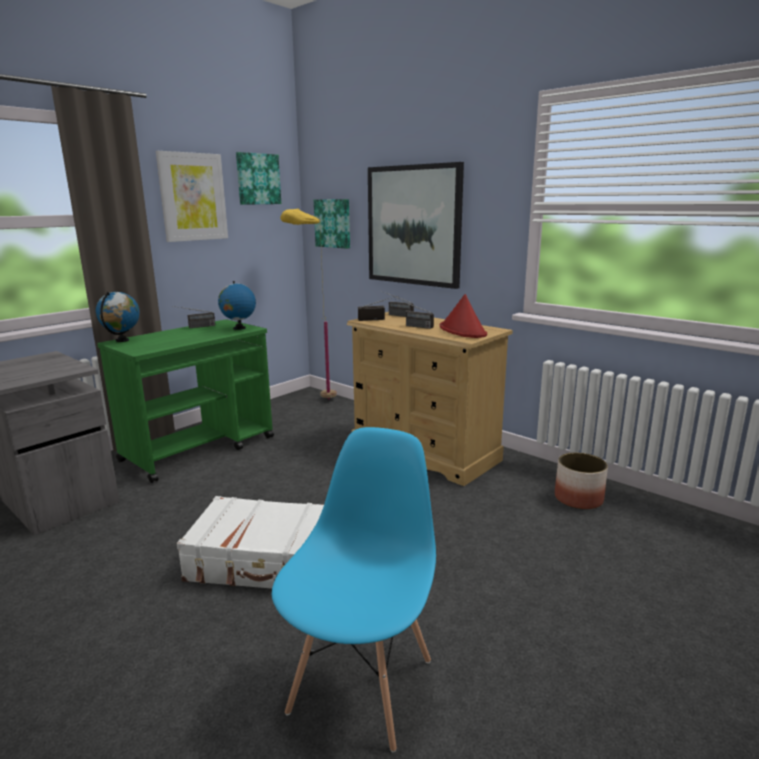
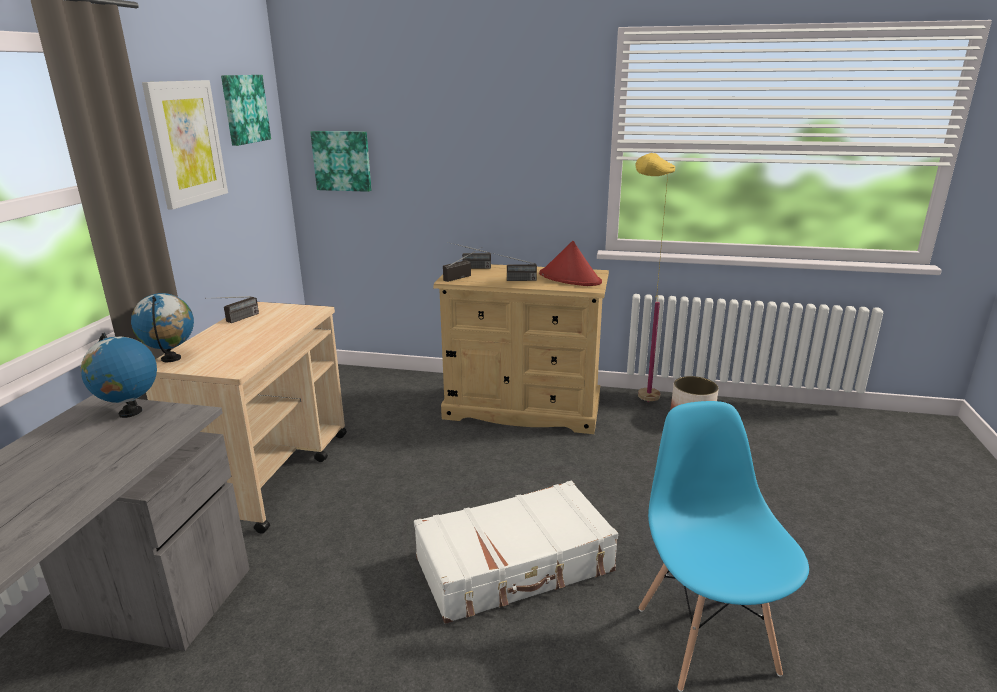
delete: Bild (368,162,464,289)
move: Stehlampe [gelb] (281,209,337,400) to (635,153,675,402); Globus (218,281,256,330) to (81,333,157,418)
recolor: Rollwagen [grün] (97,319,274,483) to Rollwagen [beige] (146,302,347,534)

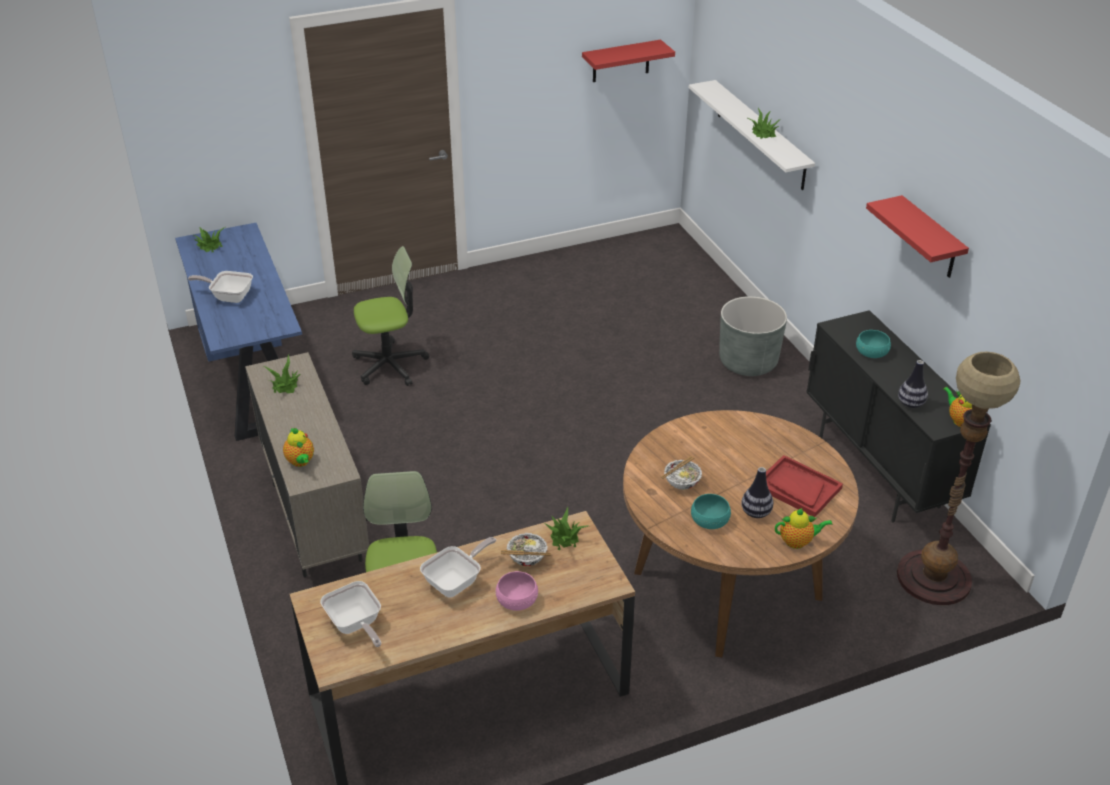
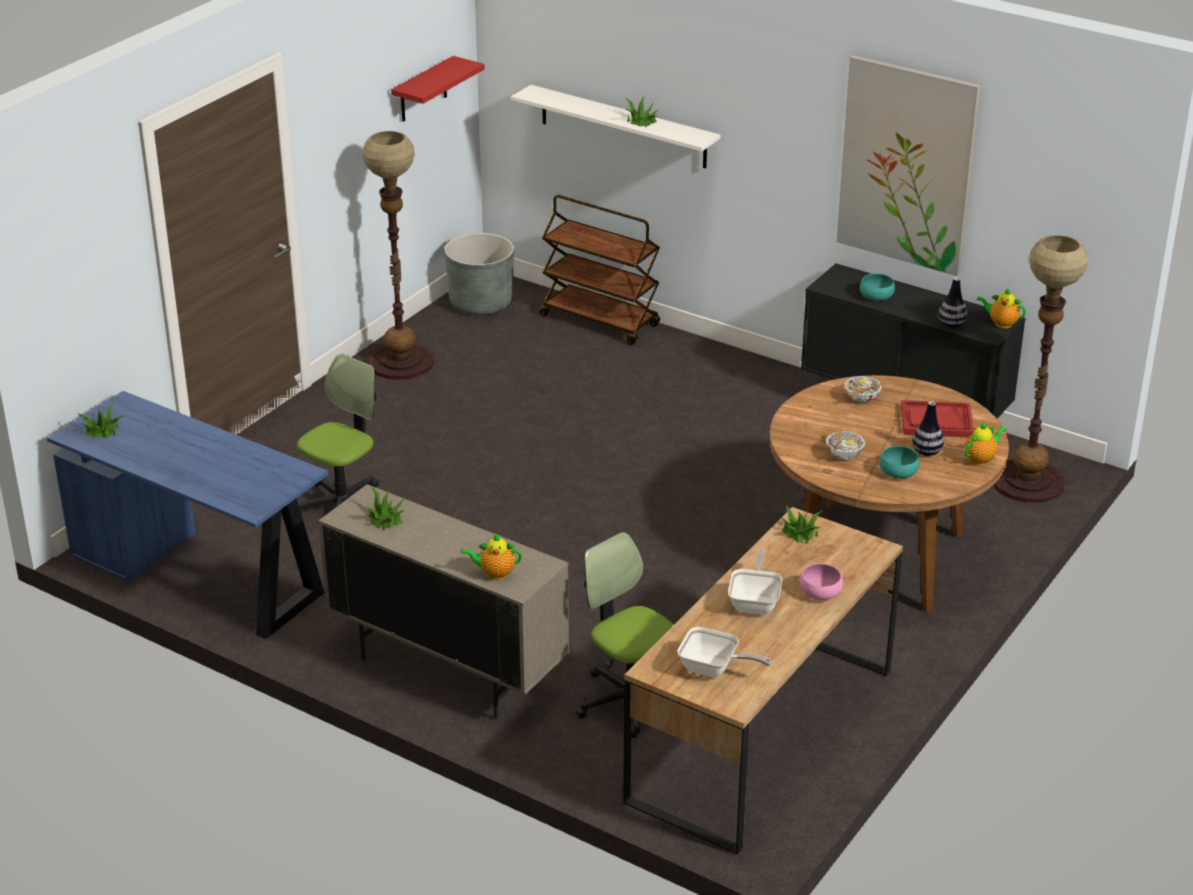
delete: Pfanne (188,271,253,303)
insert: Stehlampe (362,131,434,380); Rollwagen [braun] (540,195,660,345)
move: Pflanzkübel [grau] (719,296,787,376) to (445,233,514,315); Schüssel (501,533,551,566) to (844,376,887,403)
replace: Wandregal [rot] (866,195,969,278) to Bild (837,55,981,276)
rotate: Teekanne (283,428,314,467) = (461,533,522,580) 150 degrees clockwise

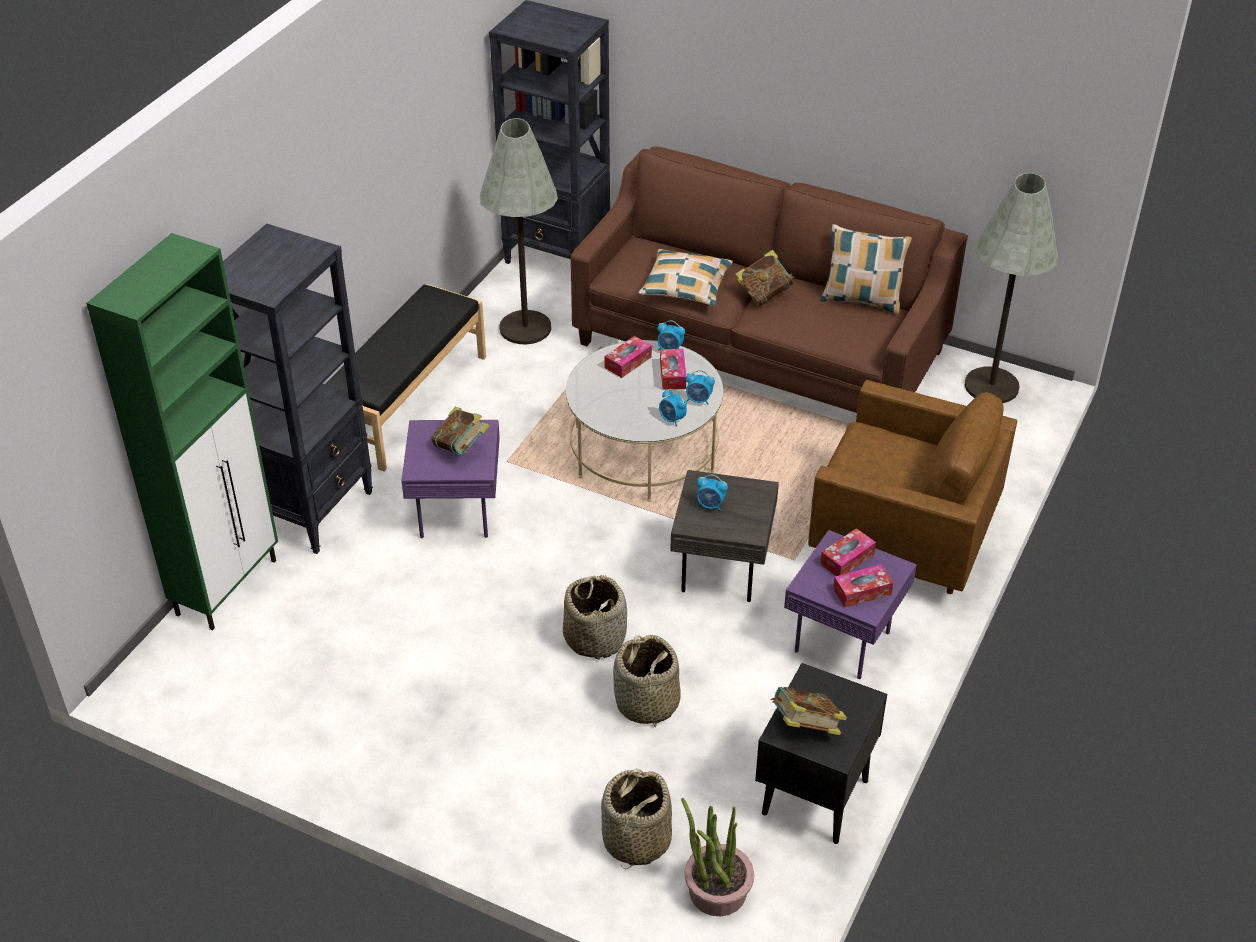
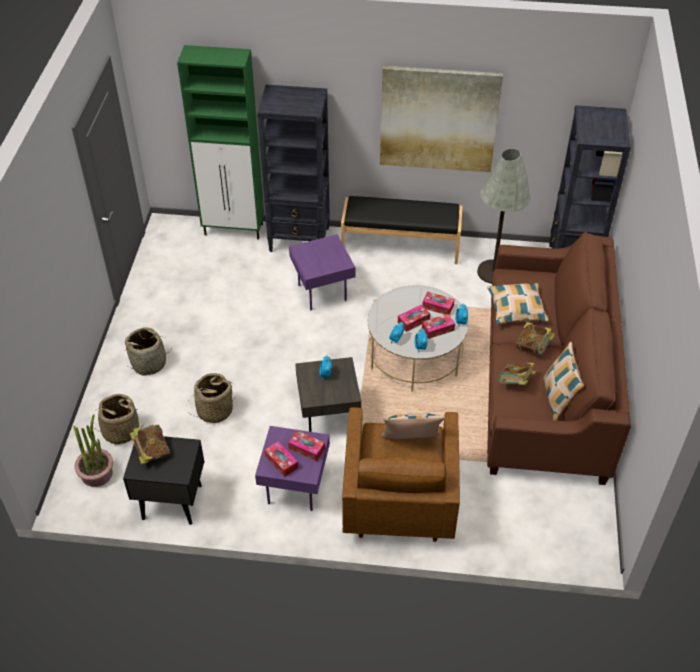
delete: Stehlampe [grau] (965,173,1058,403)
insert: Bild (380,66,503,172); Taschentuchbox (398,305,430,332); Kissen (381,413,445,439)
move: Buch (431,407,490,455) to (498,363,536,385); Korb (563,575,627,660) to (125,327,171,376)

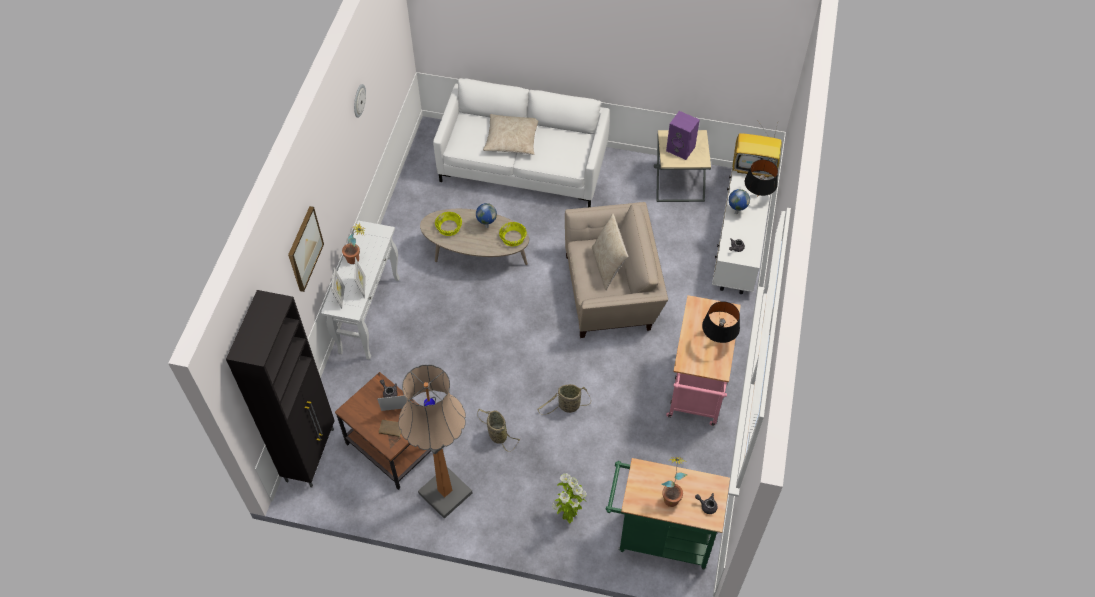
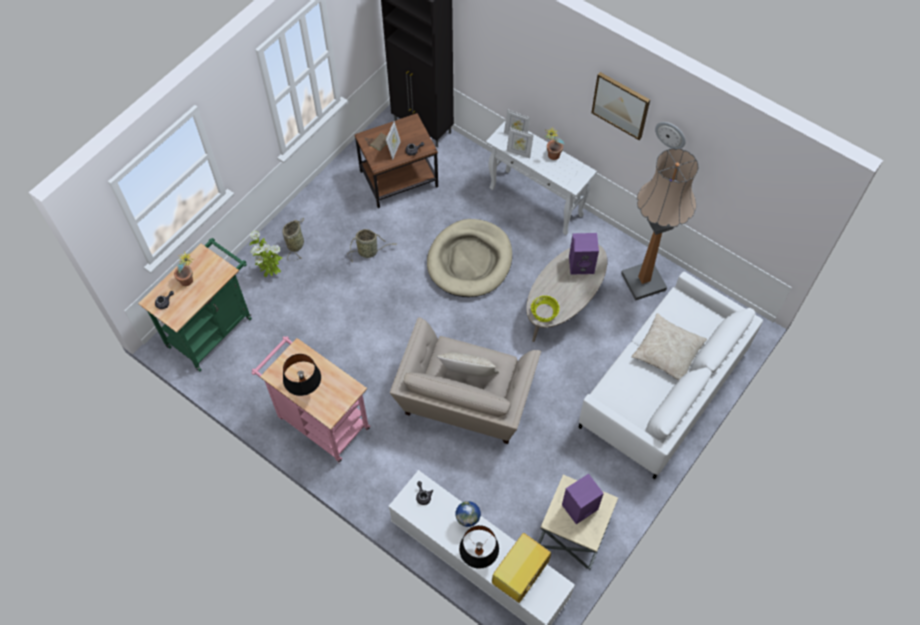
delete: Globus (476,203,497,228)
insert: Hundebett [beige] (427,219,512,297)
move: Bild (288,206,324,292) to (591,72,650,140); Stehlampe (399,365,472,519) to (621,148,698,301); Korb (537,384,591,415) to (282,218,304,261)
replace: Schüssel [gelb] (435,212,462,236) to Lautsprecher [lila] (569,233,599,275)

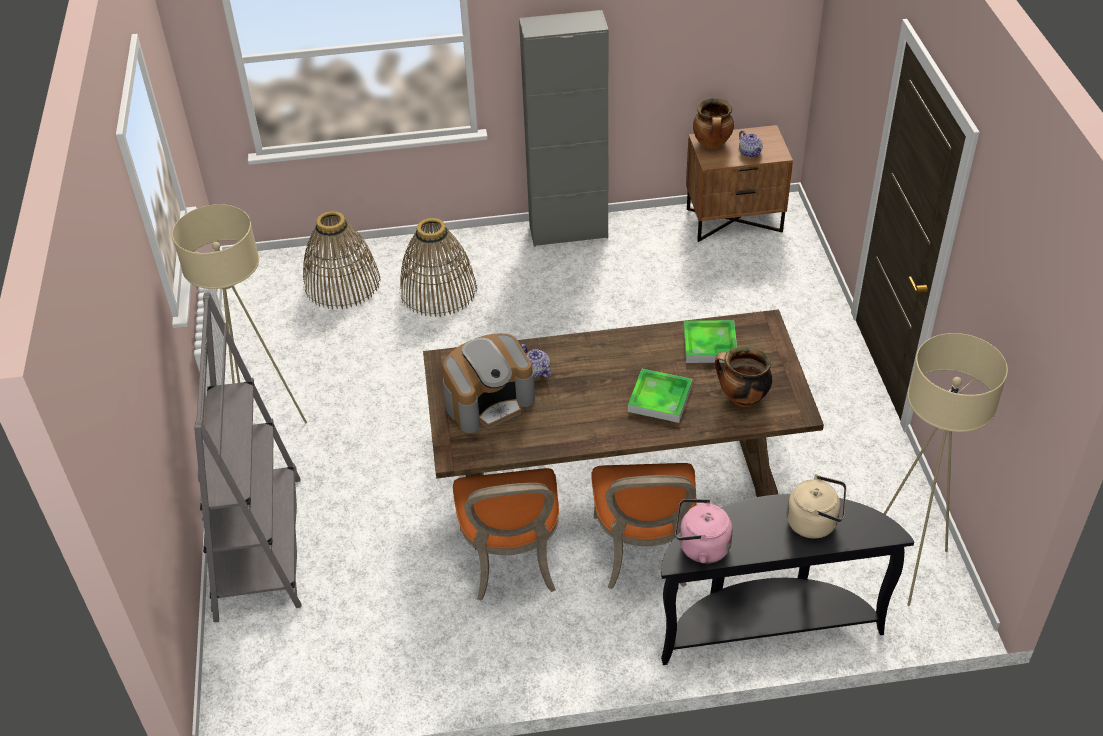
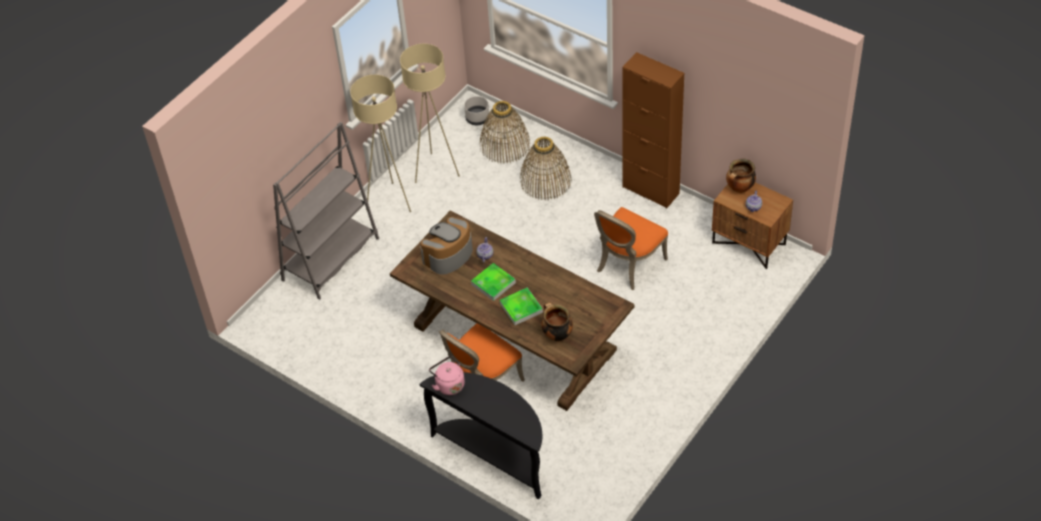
delete: Wasserkessel [beige] (787,474,846,538)
insert: Pflanzkübel [grau] (464,96,489,125)
move: Tablett (683,320,737,363) to (471,263,516,301); Stehlampe [beige] (883,333,1008,606) to (400,44,460,183); Stuhl [orange] (453,468,559,601) to (594,207,668,290)
recolor: Schrank [grau] (519,10,609,247) to Schrank [braun] (622,52,684,208)
rotate: Kaffeemaschine (442,333,535,433) = (420,217,473,274) 120 degrees clockwise

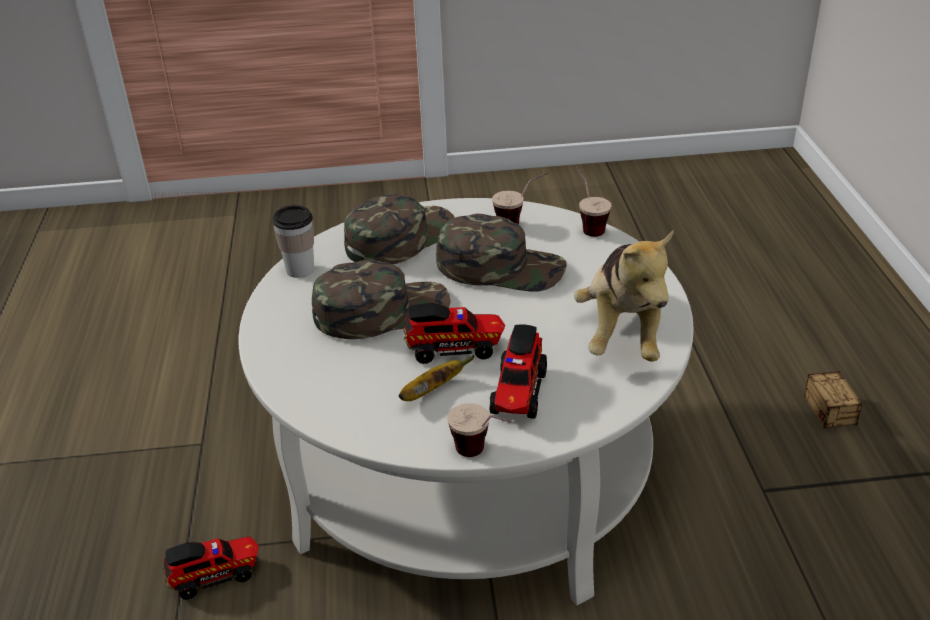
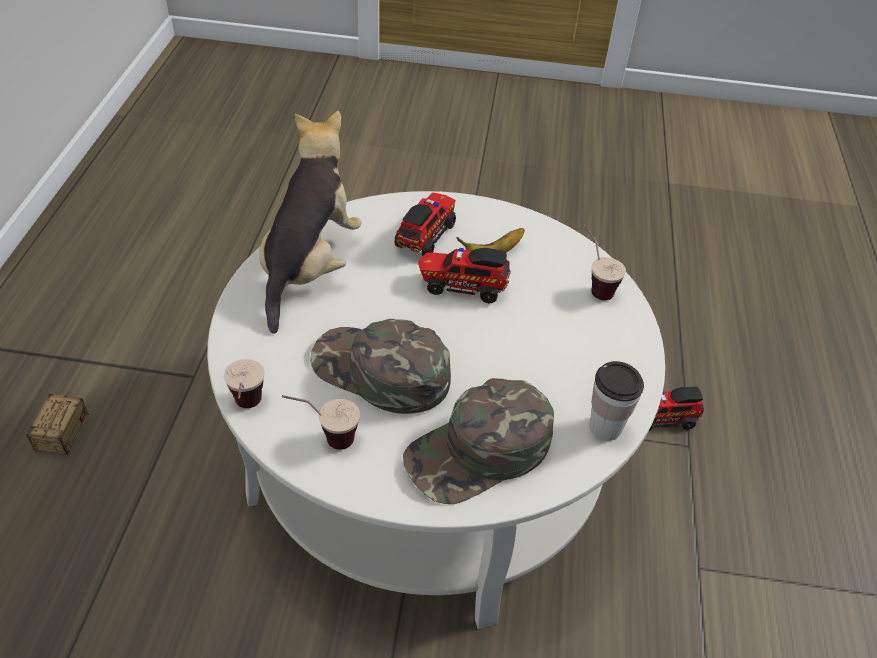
delete: Kappe [grün] (312,260,451,339)
move: Tasse (447,403,512,457) to (584,225,626,300)

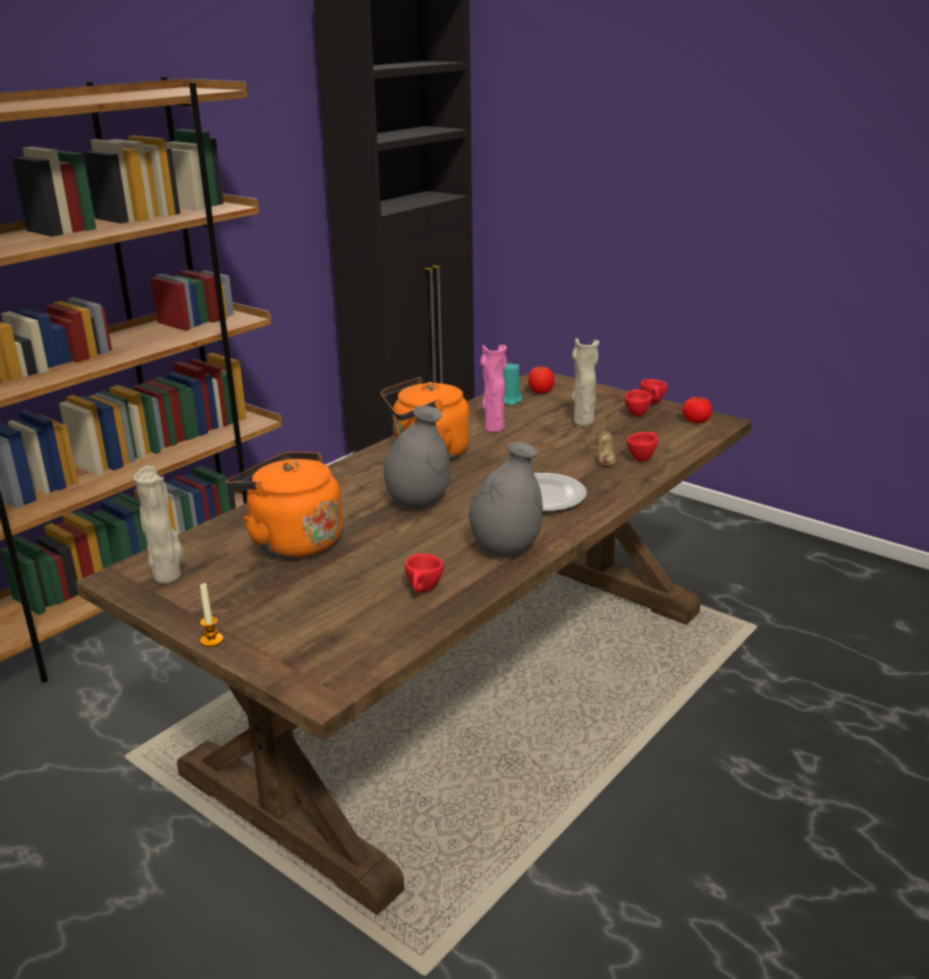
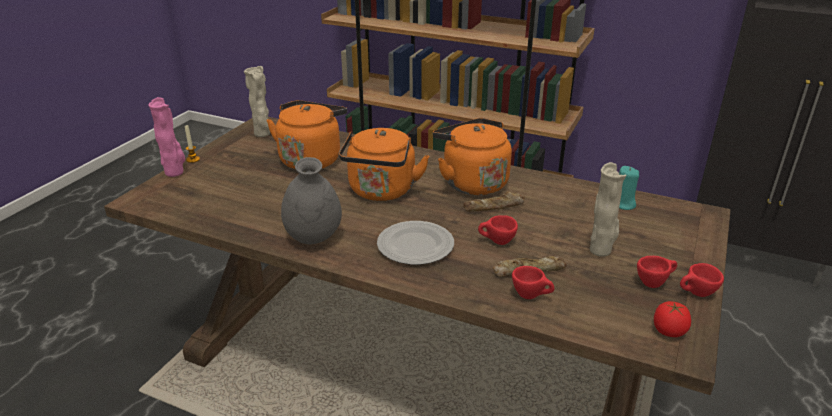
delete: Tomate (528,366,554,394)
insert: Brot (463,191,525,212)
move: Vase [rosa] (480,345,507,432) to (148,97,185,177); Tasse [rot] (405,554,443,593) to (478,215,518,245)
replace: Vase [grau] (384,405,450,509) to Wasserkessel [orange] (339,128,429,201)

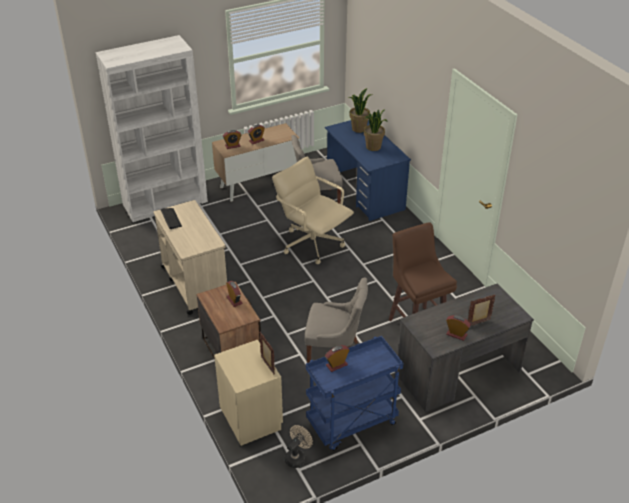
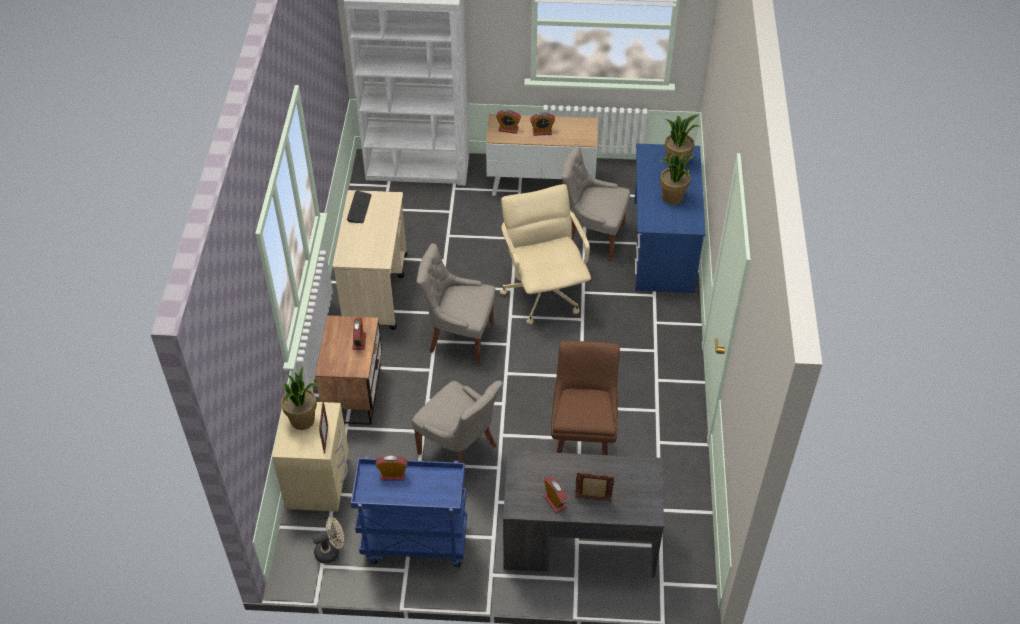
insert: Stuhl [grau] (417,243,496,364); Topfpflanze (281,366,319,430)

